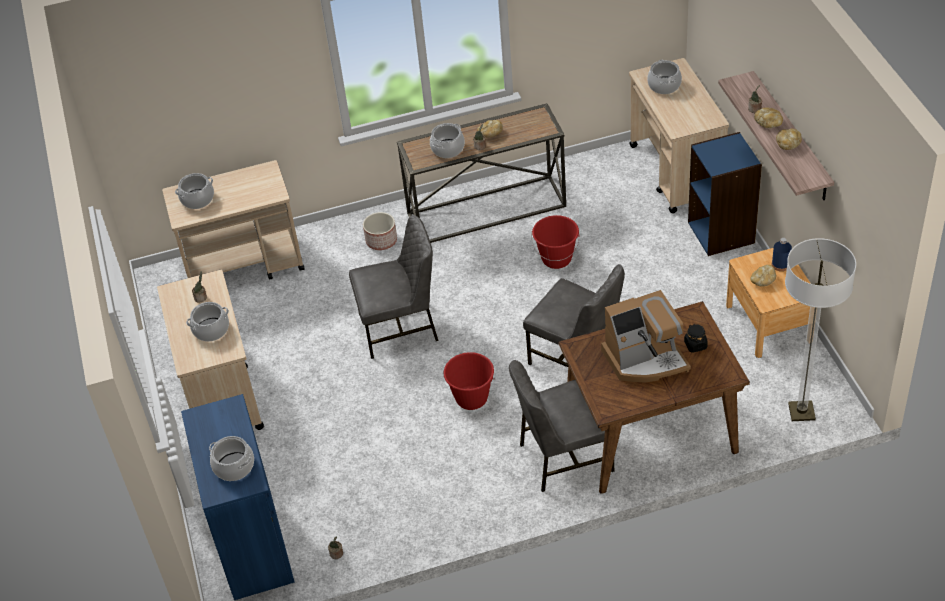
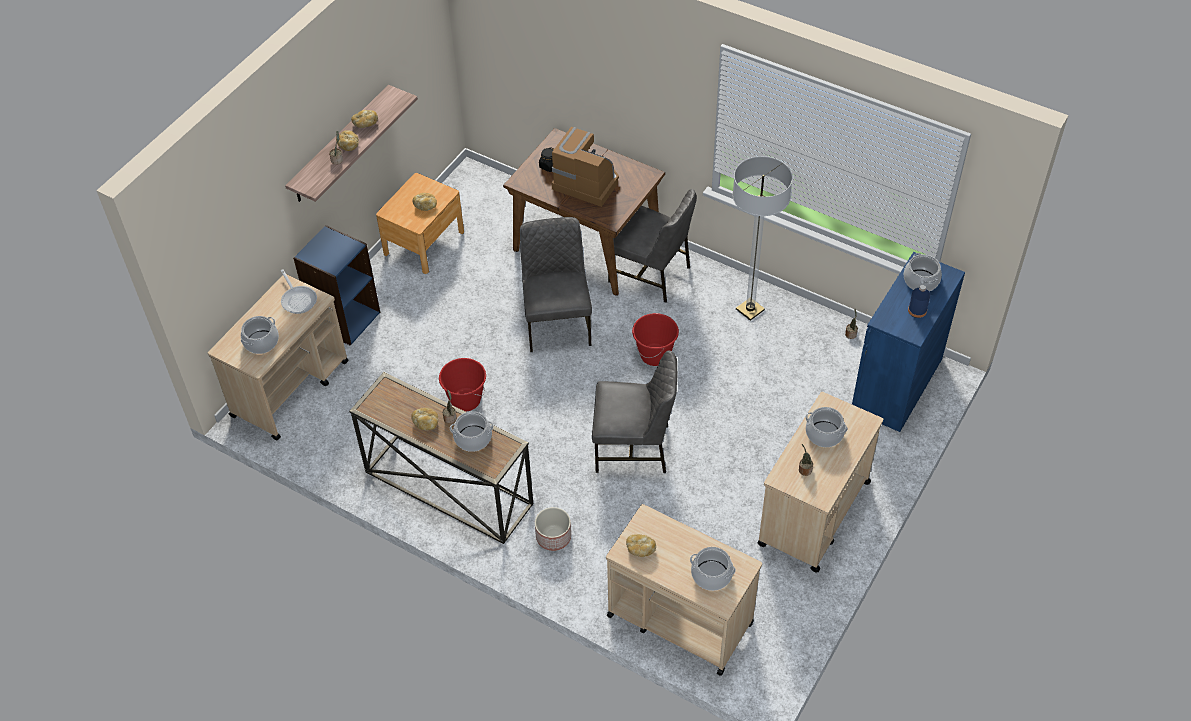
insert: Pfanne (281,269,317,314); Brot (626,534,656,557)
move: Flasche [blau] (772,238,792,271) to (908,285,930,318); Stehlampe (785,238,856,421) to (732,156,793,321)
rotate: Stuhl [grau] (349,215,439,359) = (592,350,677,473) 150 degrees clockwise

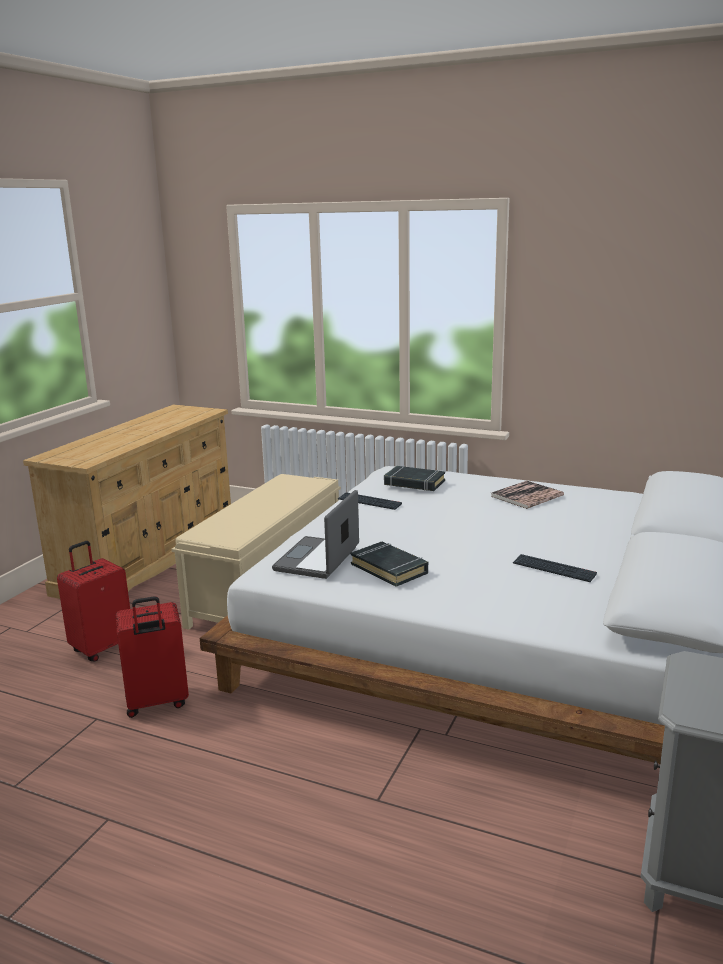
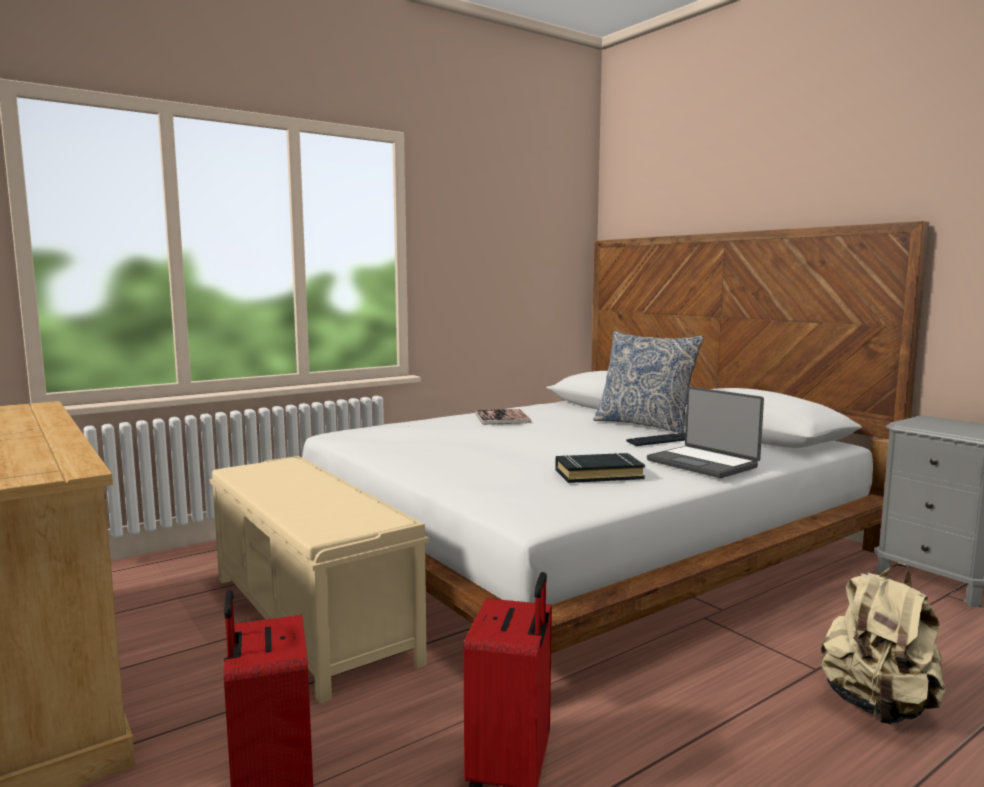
delete: Buch [schwarz] (384,466,445,491); Tastatur (338,492,402,510)
insert: Kissen (593,331,704,433); Rucksack [beige] (821,564,945,725)
move: Laptop (272,490,359,579) to (647,387,764,478)

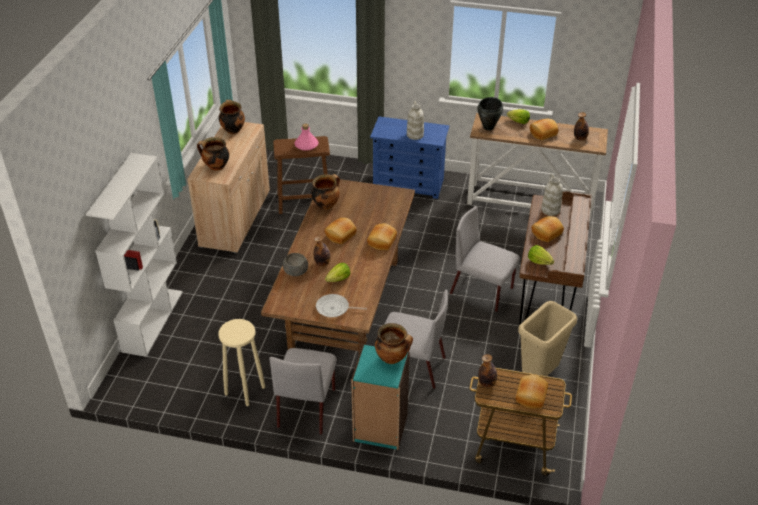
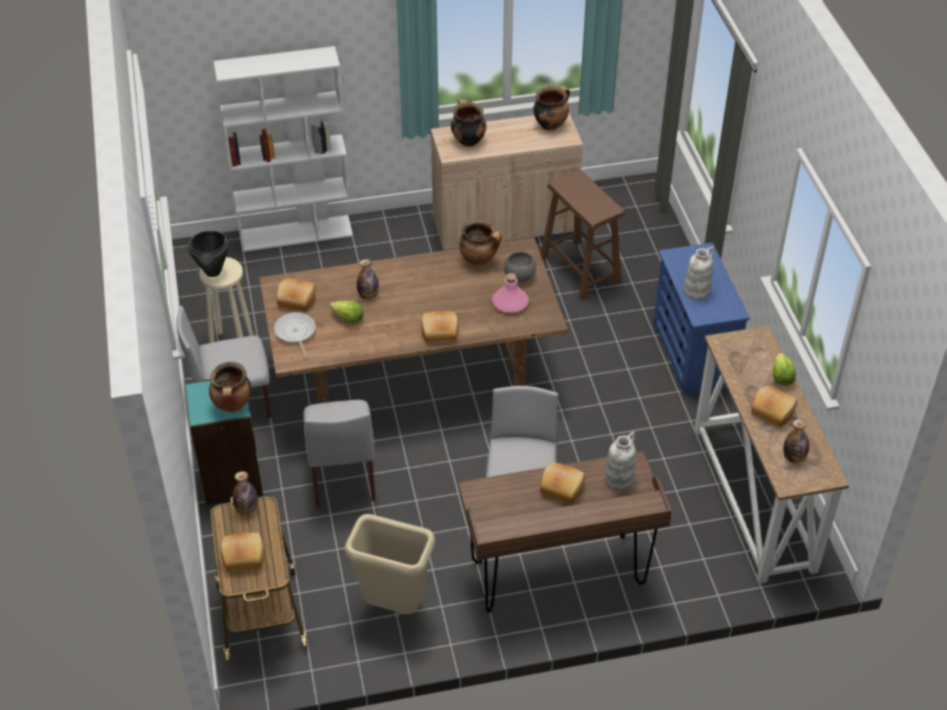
delete: Salatkopf (528,245,554,265)
move: Kochtopf [schwarz] (477,97,503,130) to (188,231,229,277); Flasche [rosa] (294,124,318,151) to (492,273,529,313); Brot (325,218,357,244) to (276,279,316,312); Schüssel [grau] (283,253,308,276) to (504,252,536,282)

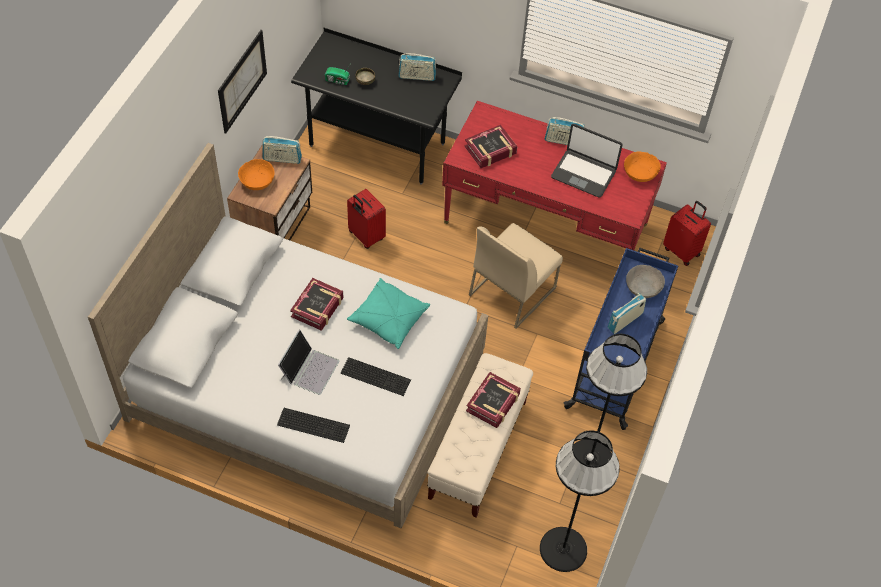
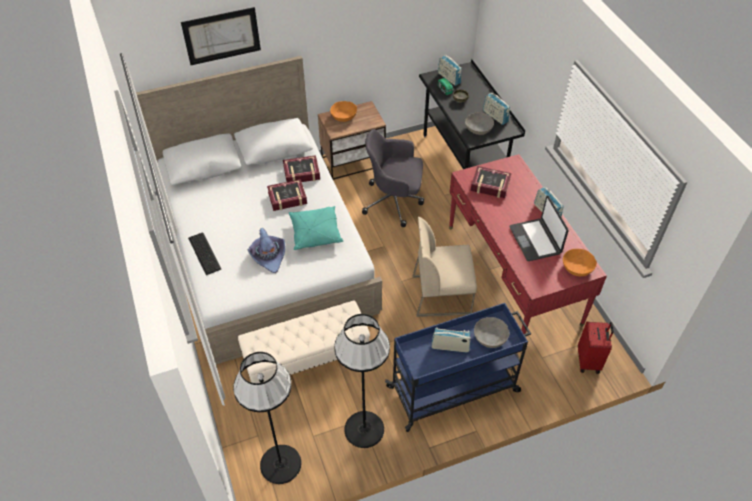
delete: Laptop (278,330,339,395)
insert: Schüssel [grau] (465,112,494,135)
move: Bild (218,30,267,134) to (181,7,261,65); Radio (262,136,302,164) to (438,54,462,86); Buch (466,372,521,428) to (283,155,320,182)
replace: Koffer [rot] (347,189,386,249) to Bürostuhl [grau] (362,129,424,227); Tastatur (341,357,411,396) to Hut [lila] (248,228,285,273)

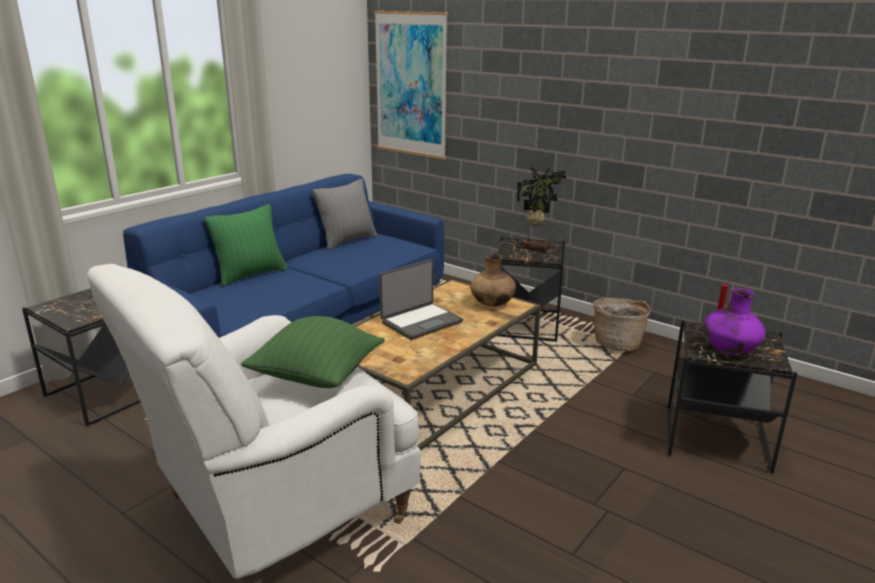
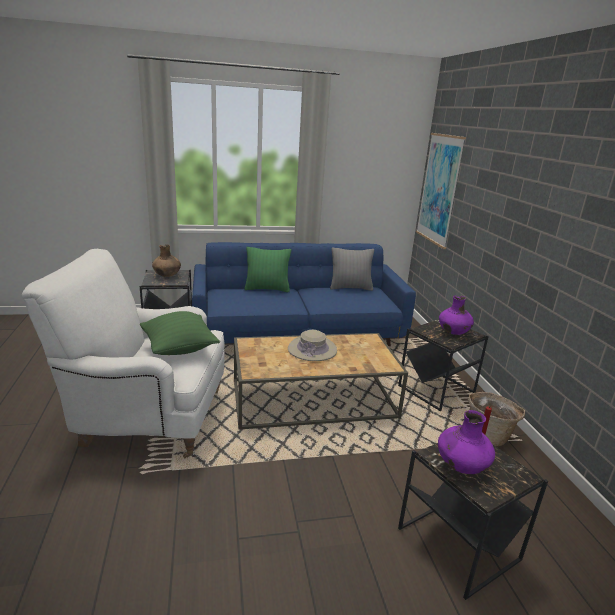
move: Vase [braun] (470,253,516,307) to (152,244,181,277)
replace: Topfpflanze (517,167,566,253) to Vase [lila] (439,295,474,335); Laptop (379,259,463,340) to Hut [beige] (288,330,337,361)

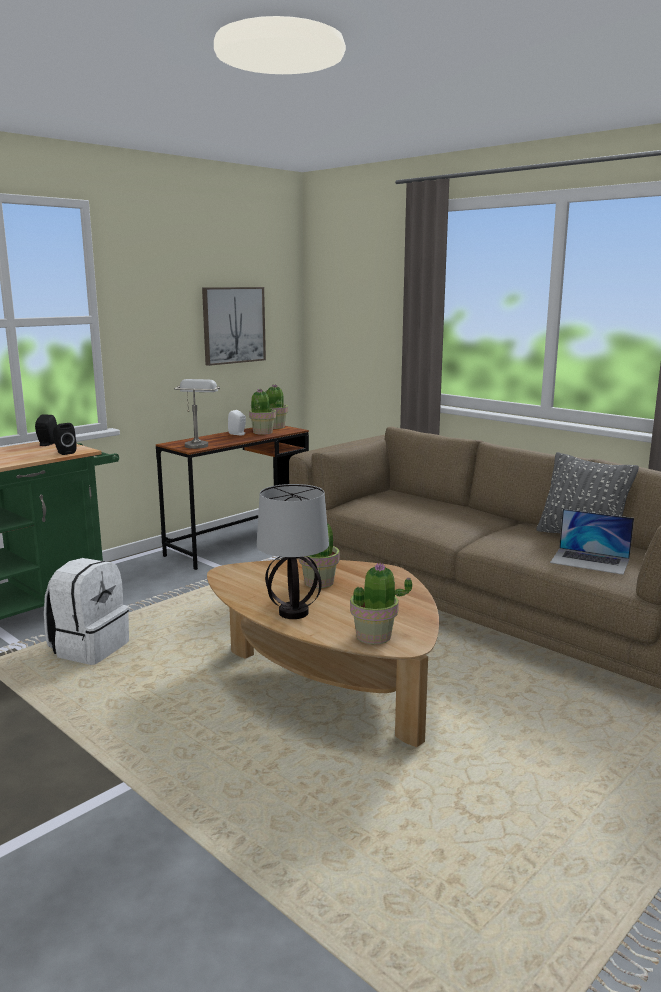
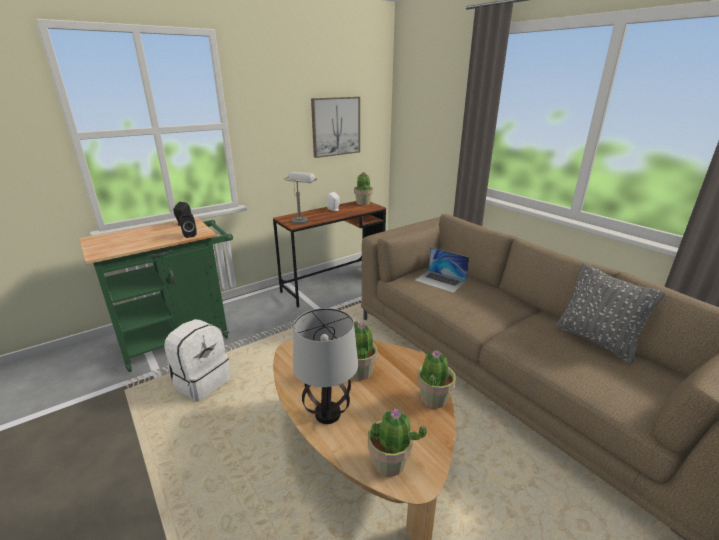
move: Topfpflanze (249,389,276,435) to (417,350,456,408); Laptop (550,509,634,575) to (415,247,469,293)

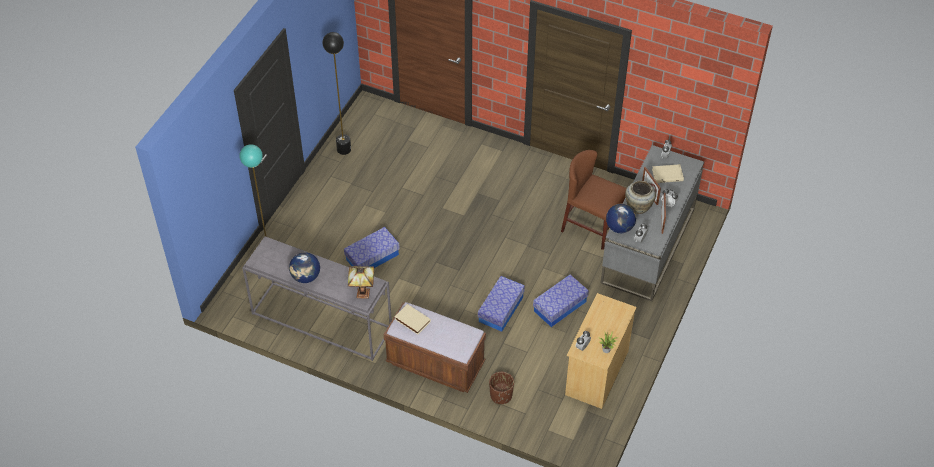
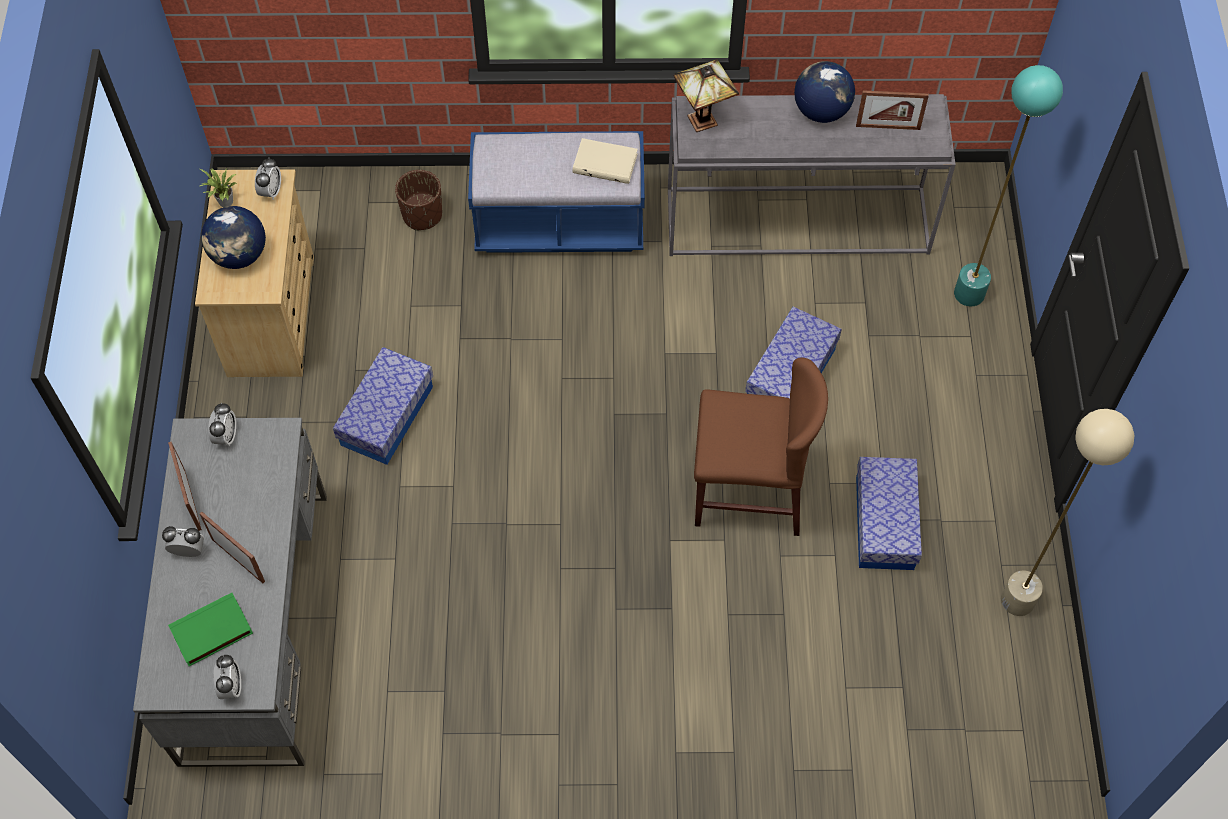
delete: Vase [beige] (625,180,656,214)
insert: Bilderrahmen (856,90,929,130)
move: Stuhl [braun] (561,150,627,250) to (694,357,828,536); Globus (606,204,636,233) to (201,206,266,269); Aufbewahrungsbox (478,276,525,332) to (856,457,922,570)
recolor: Stehlampe [schwarz] (322,32,351,155) to Stehlampe [beige] (1001,409,1134,616); Buch [beige] (652,164,684,183) to Buch [grün] (168,593,253,666); Bank [braun] (384,302,486,393) to Bank [blau] (468,131,645,253)

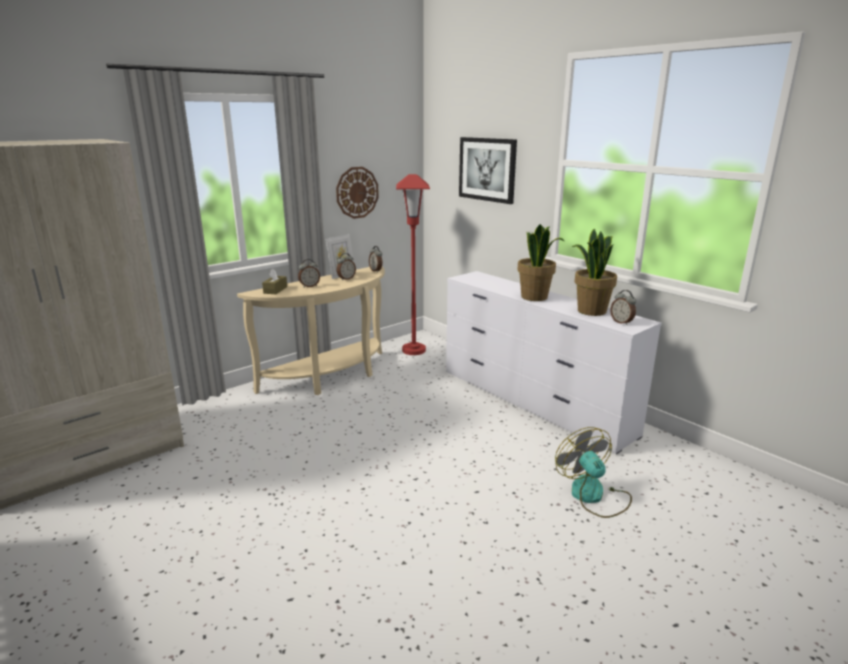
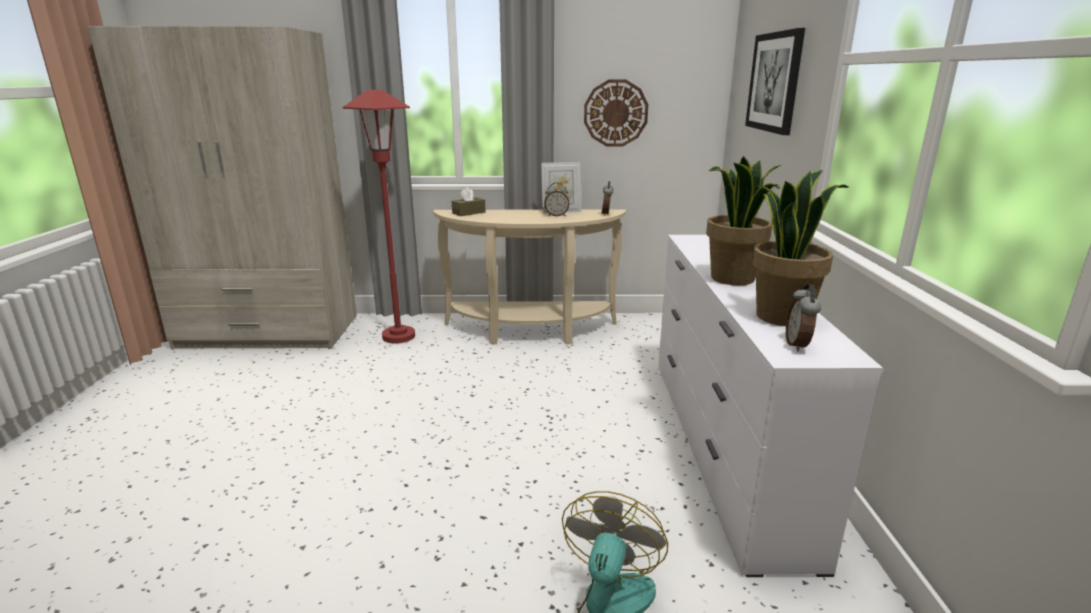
delete: Wecker (298,259,320,288)
move: Stehlampe [rot] (396,174,430,355) to (343,90,415,343)

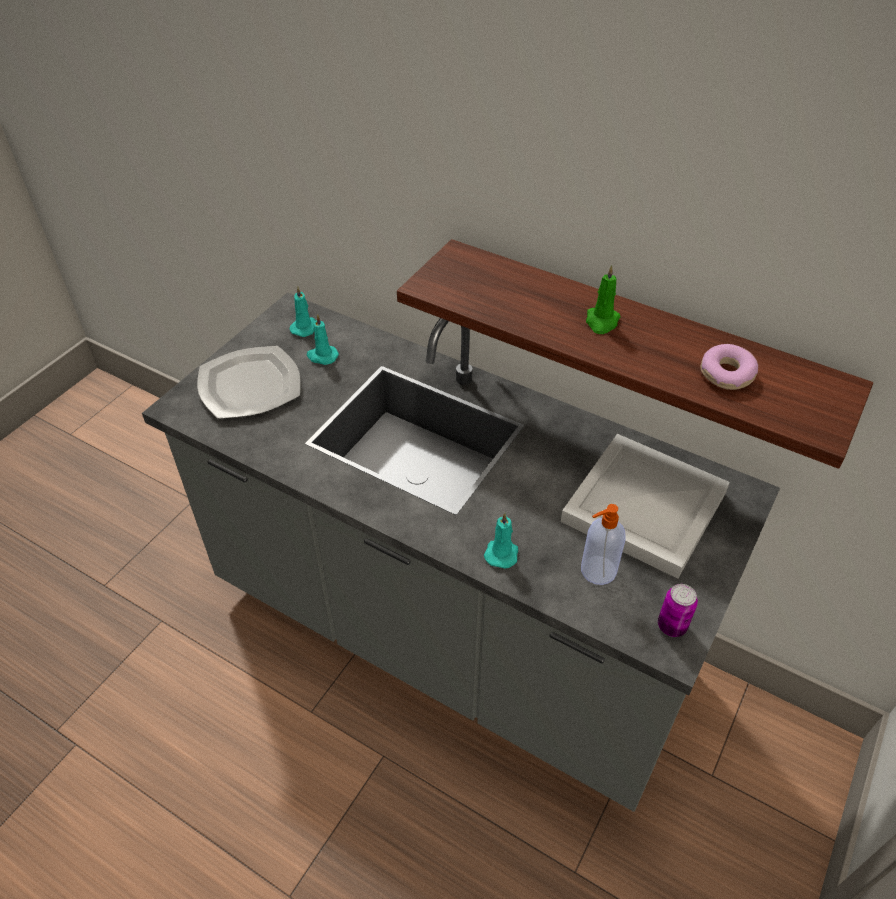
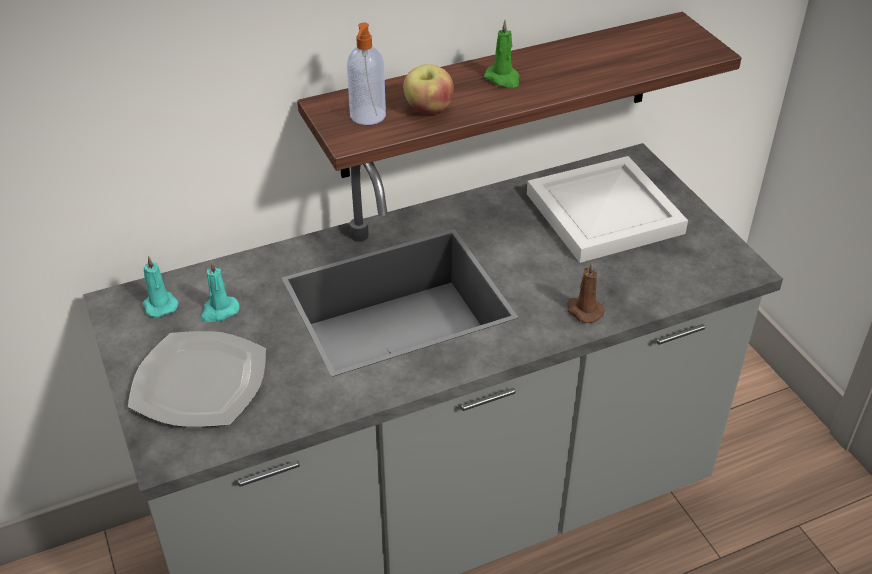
delete: Donut (700,344,758,390); Dose (658,584,698,637)
insert: Apfel (403,64,454,114)
move: Seifenspender (581,504,625,585) to (347,23,386,125)
recolor: Kerze [türkis] (484,513,518,569) to Kerze [braun] (567,261,604,323)

